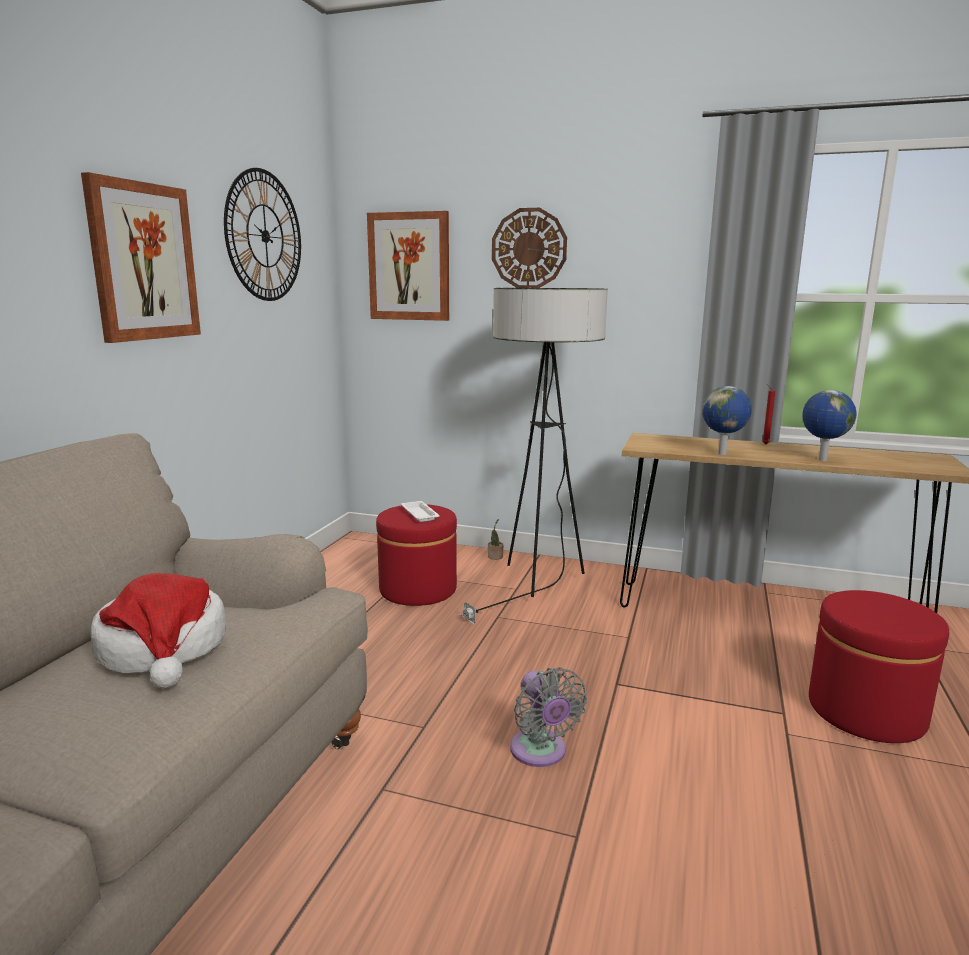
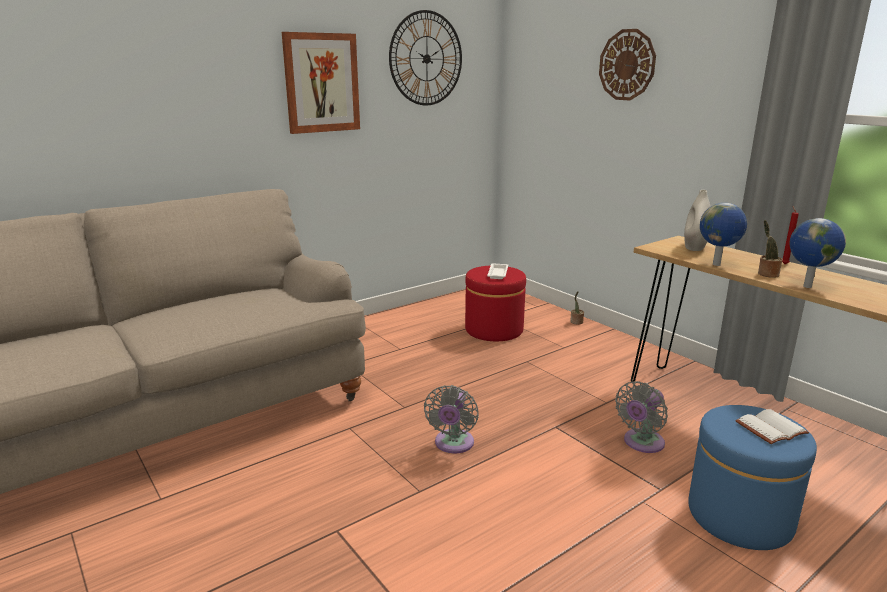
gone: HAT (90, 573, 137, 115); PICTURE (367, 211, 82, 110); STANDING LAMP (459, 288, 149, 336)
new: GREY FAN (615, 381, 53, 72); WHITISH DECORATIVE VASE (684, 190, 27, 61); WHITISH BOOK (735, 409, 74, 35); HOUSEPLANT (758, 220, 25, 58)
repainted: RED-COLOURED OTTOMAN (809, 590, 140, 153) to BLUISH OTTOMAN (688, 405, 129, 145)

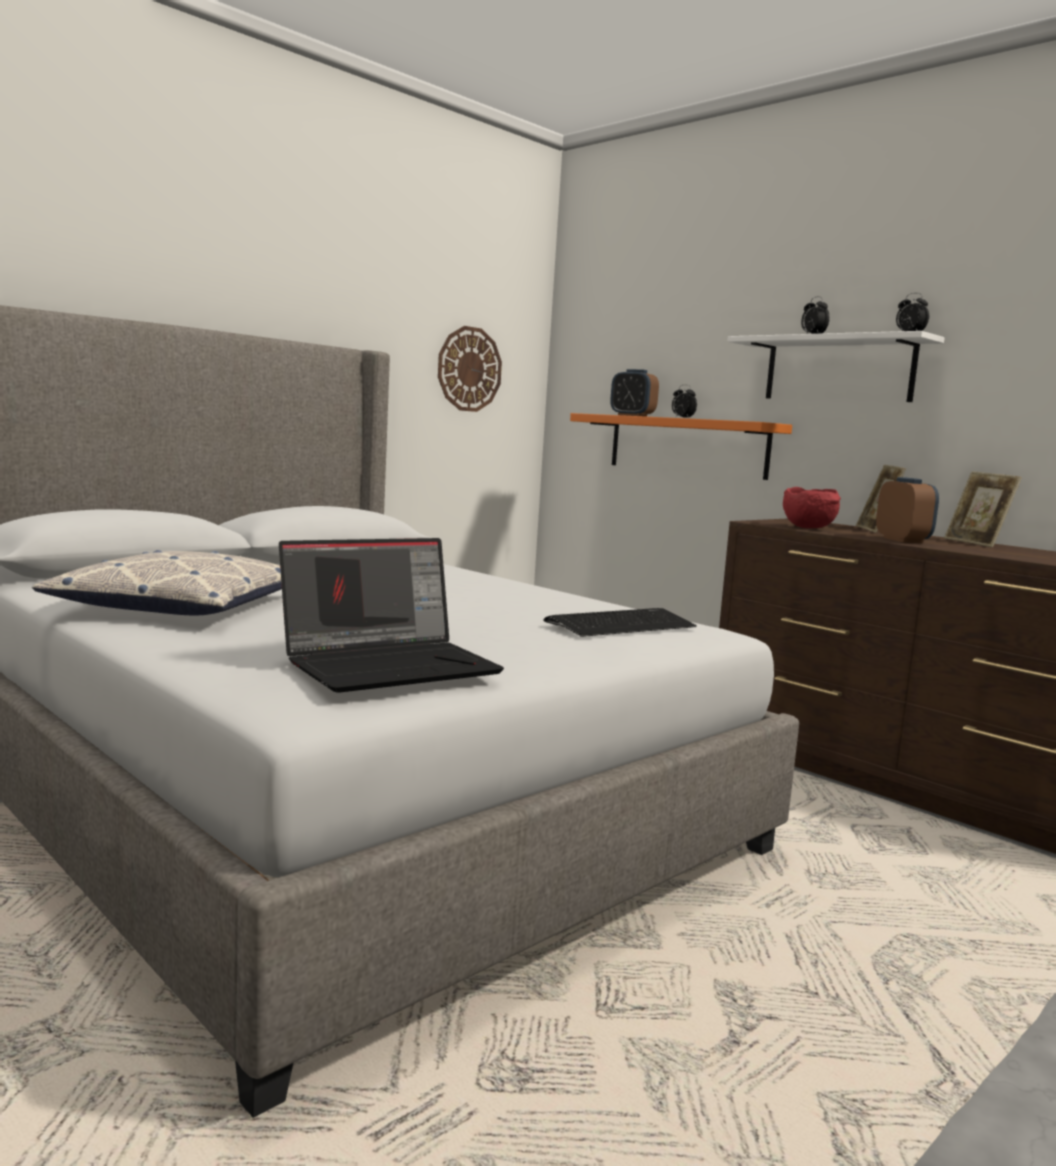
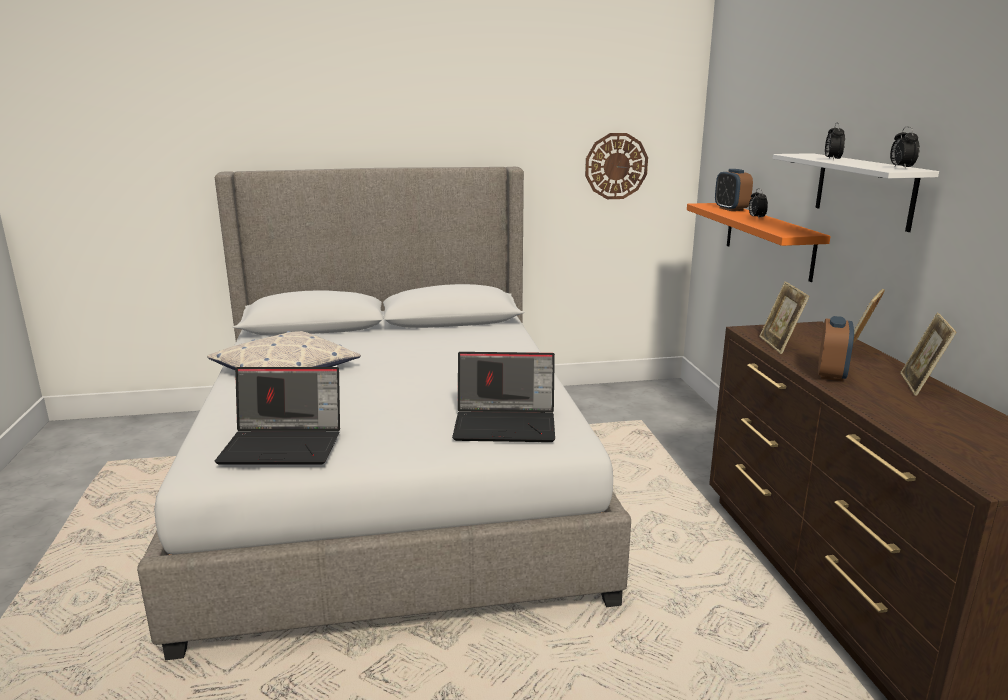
swapped: PC KEYBOARD (543, 608, 154, 29) to PORTABLE COMPUTER (452, 352, 103, 90); RED-COLOURED DEEP DISH (783, 487, 58, 41) to PHOTO FRAME (759, 281, 51, 73)

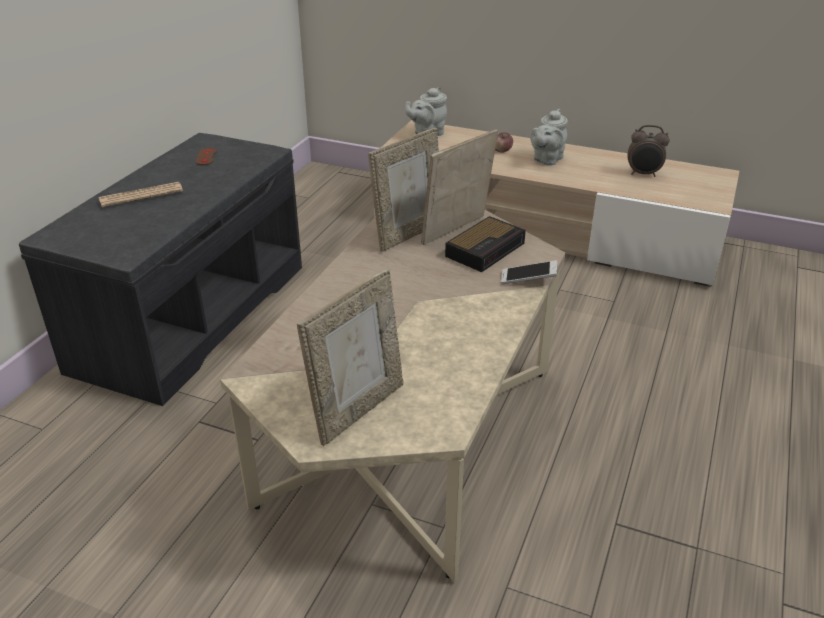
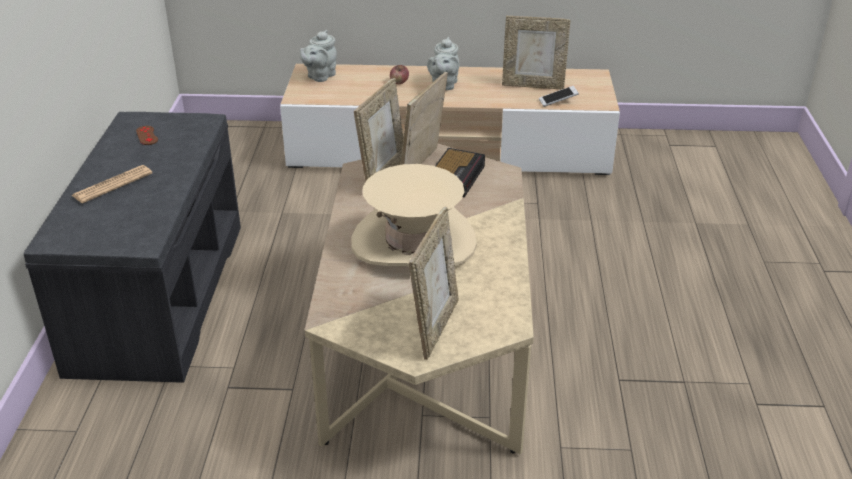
new: BEIGE HAT (351, 164, 126, 102)
shifted: PHONE (501, 260, 57, 24) to (539, 86, 40, 21)
swapped: ALARM CLOCK (627, 125, 43, 52) to PHOTO FRAME (502, 16, 69, 74)

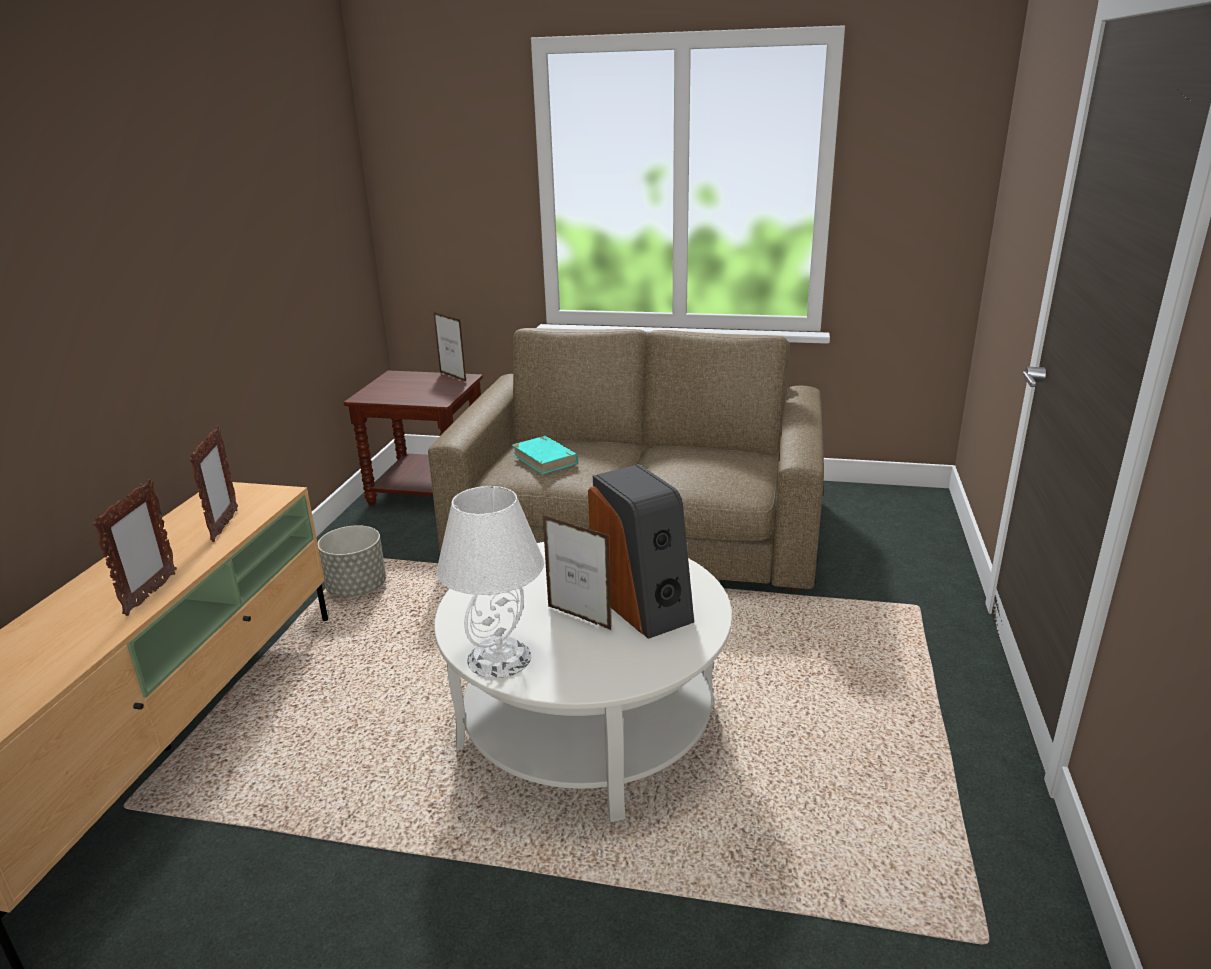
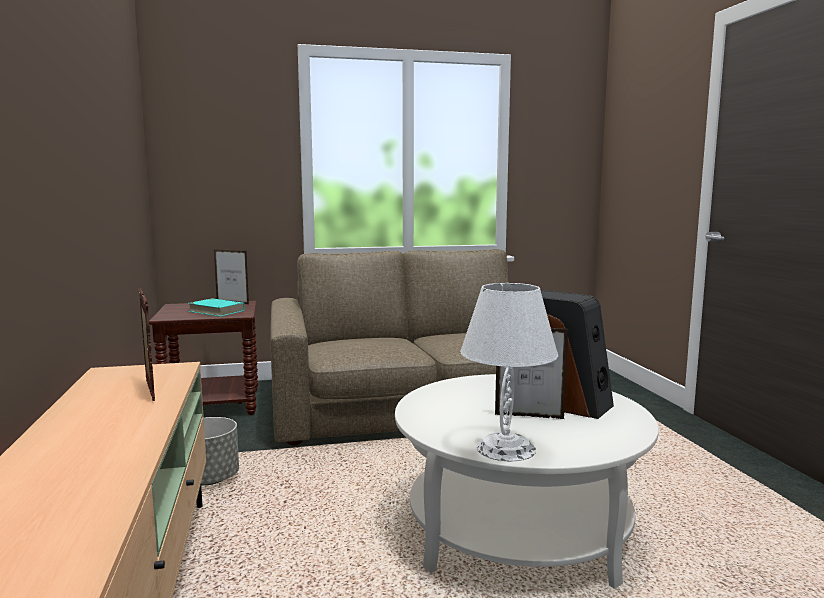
gone: PHOTO FRAME (93, 479, 84, 137)
shifted: TURQUOISE BOOK (512, 436, 66, 38) to (188, 298, 57, 19)

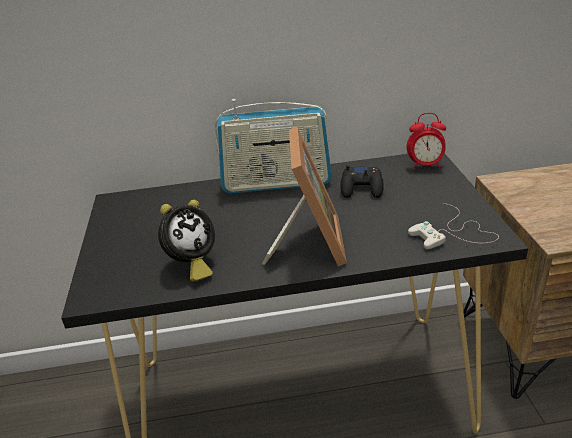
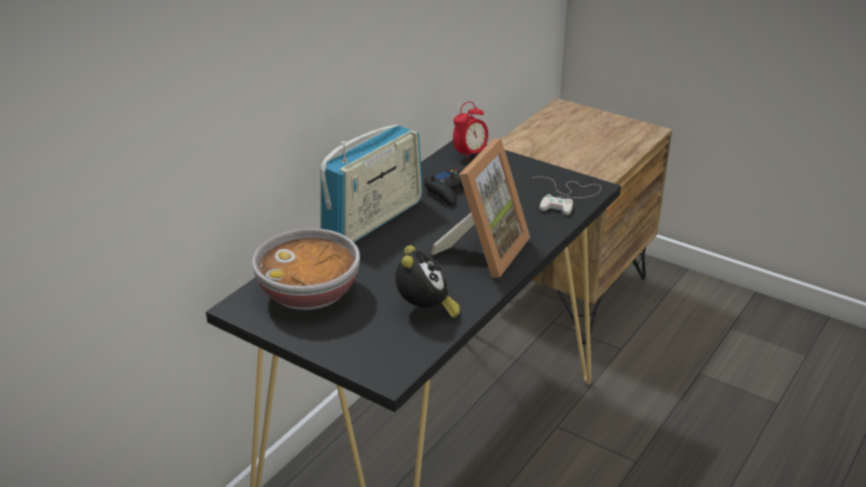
new: DEEP DISH (252, 228, 108, 82)
rotated: PHOTO FRAME (262, 126, 85, 140) = (431, 138, 99, 140) 75 degrees clockwise

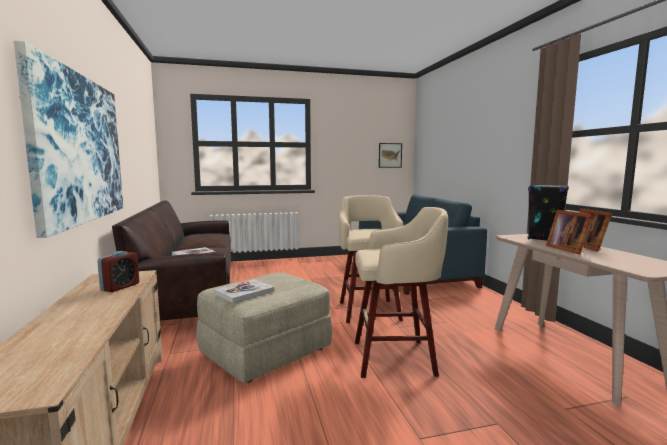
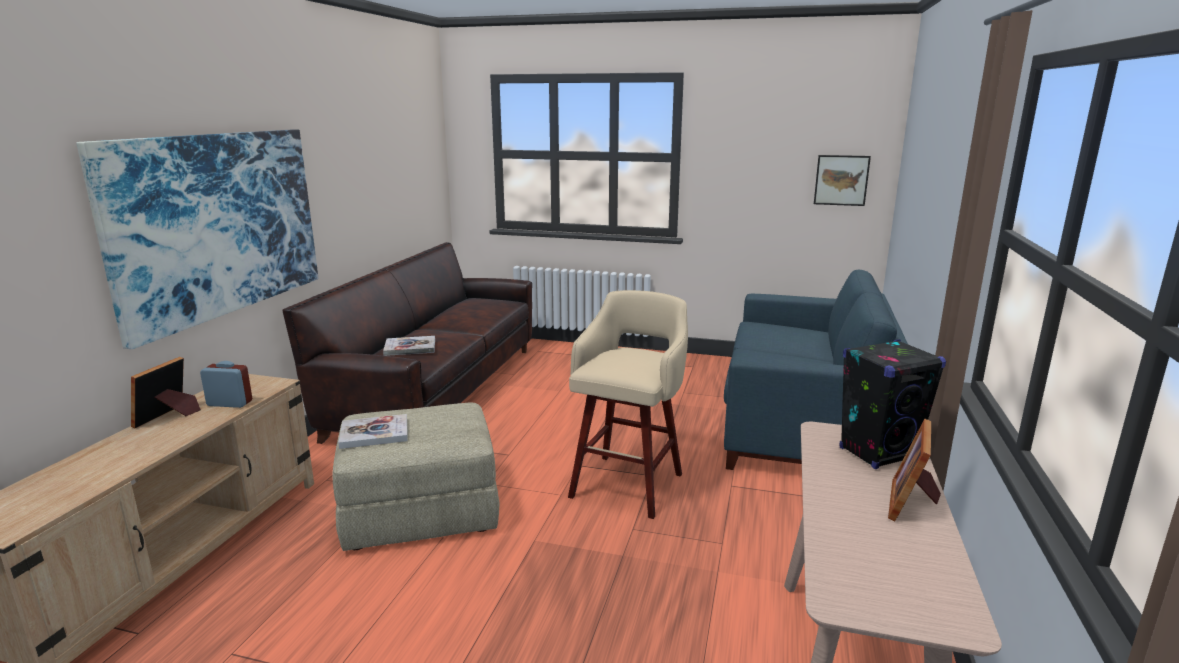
gone: BEIGE SITTING STOOL (355, 207, 93, 171)
shifted: PHOTO FRAME (546, 210, 47, 45) to (131, 357, 70, 71)
rotated: ALARM CLOCK (97, 251, 42, 41) = (200, 361, 52, 47) 135 degrees counterclockwise

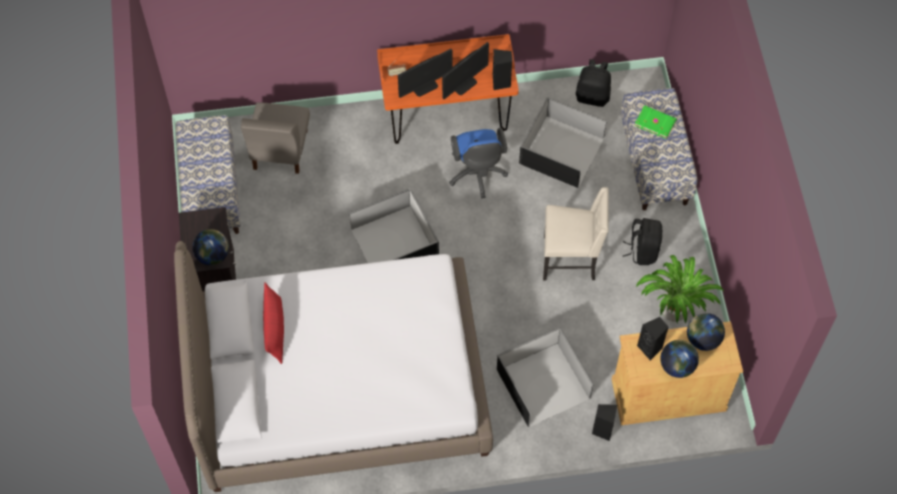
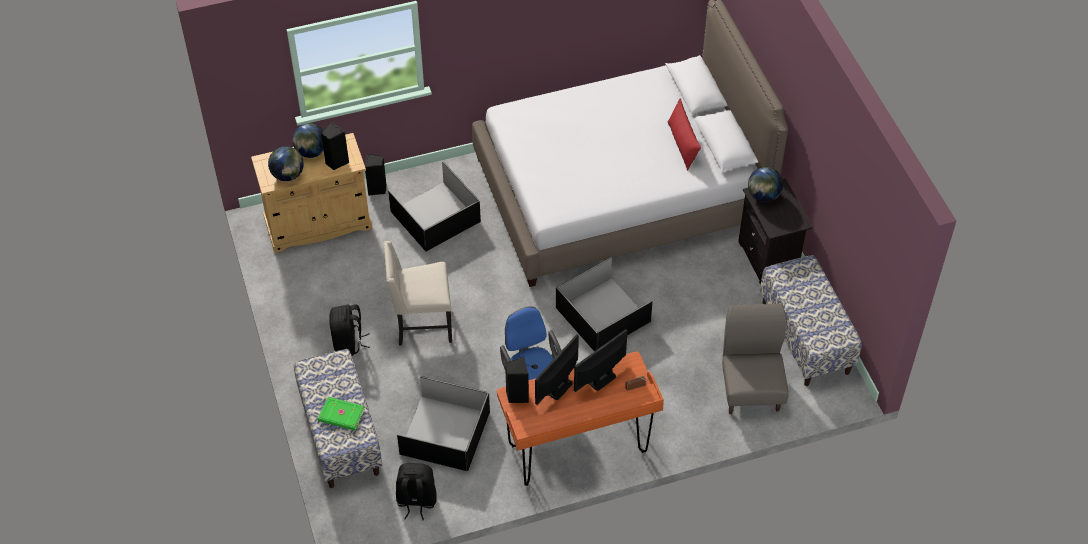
gone: HOUSEPLANT (636, 255, 88, 69)

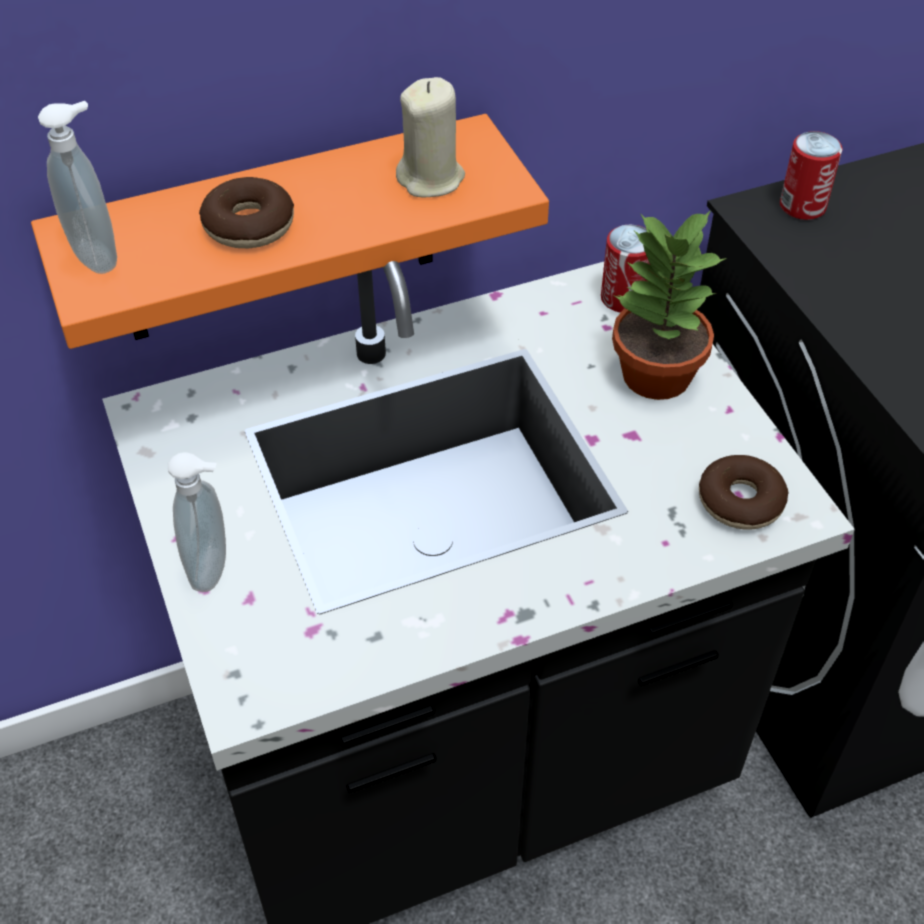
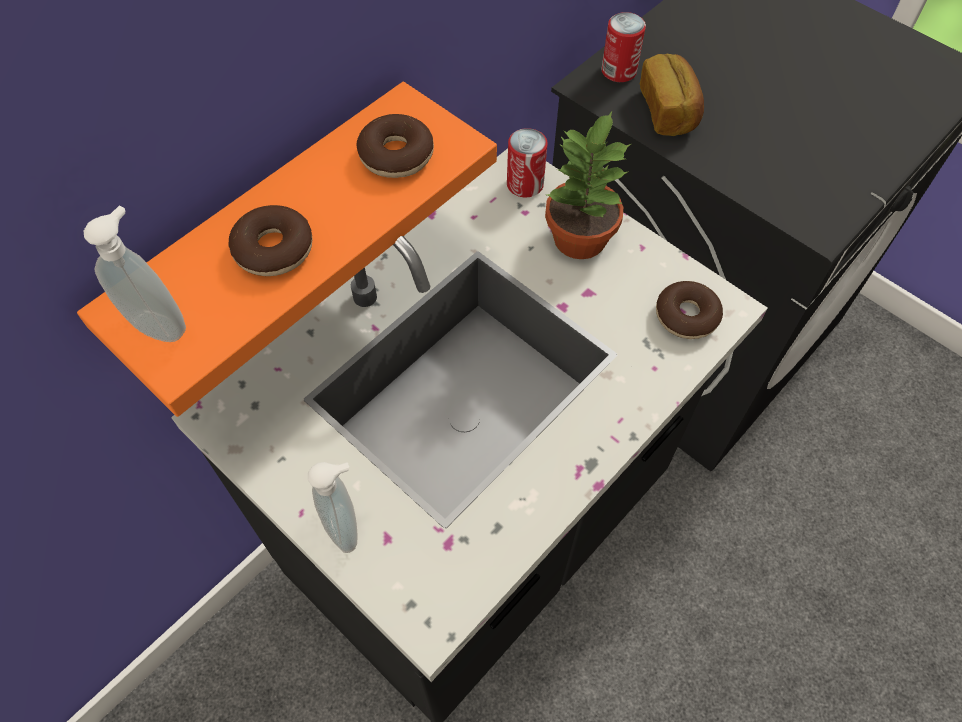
new: BAKERY BREAD (640, 54, 64, 82)
swapped: BEIGE WAX CANDLE (396, 77, 69, 120) to DONUT (356, 114, 78, 64)

